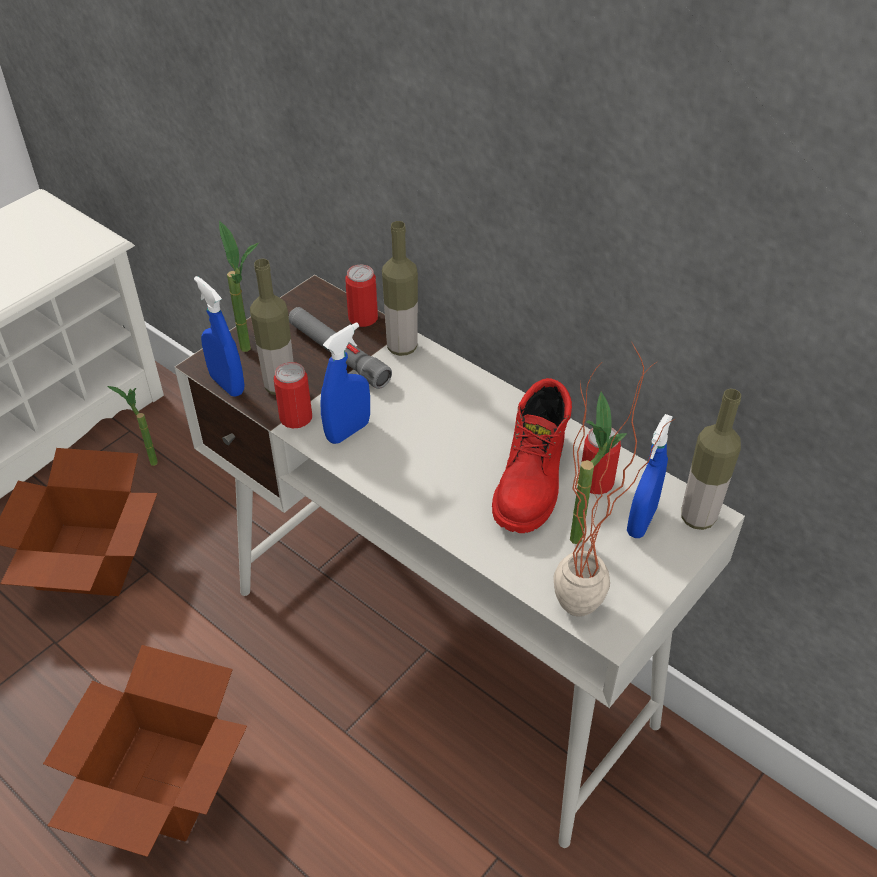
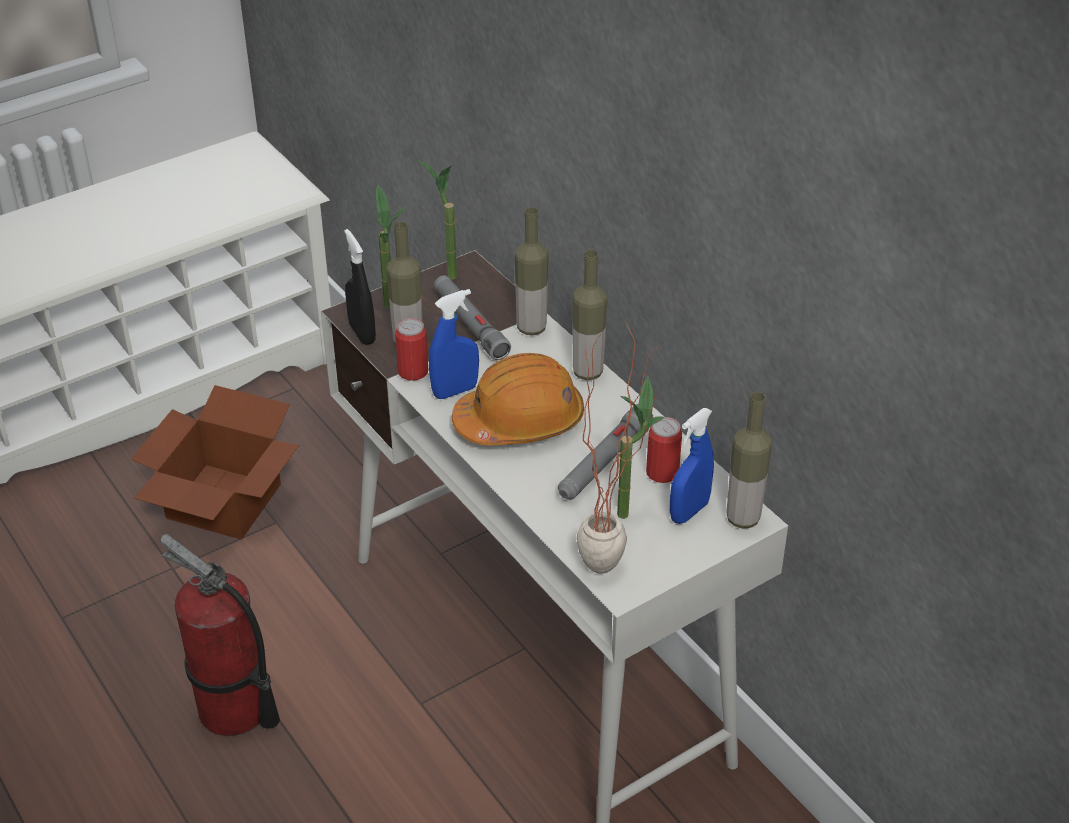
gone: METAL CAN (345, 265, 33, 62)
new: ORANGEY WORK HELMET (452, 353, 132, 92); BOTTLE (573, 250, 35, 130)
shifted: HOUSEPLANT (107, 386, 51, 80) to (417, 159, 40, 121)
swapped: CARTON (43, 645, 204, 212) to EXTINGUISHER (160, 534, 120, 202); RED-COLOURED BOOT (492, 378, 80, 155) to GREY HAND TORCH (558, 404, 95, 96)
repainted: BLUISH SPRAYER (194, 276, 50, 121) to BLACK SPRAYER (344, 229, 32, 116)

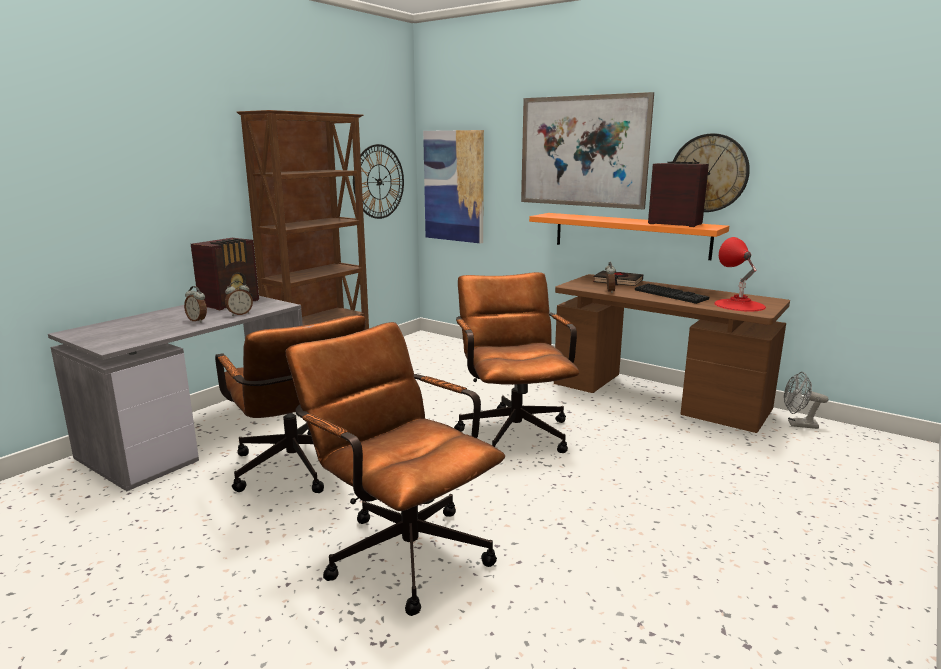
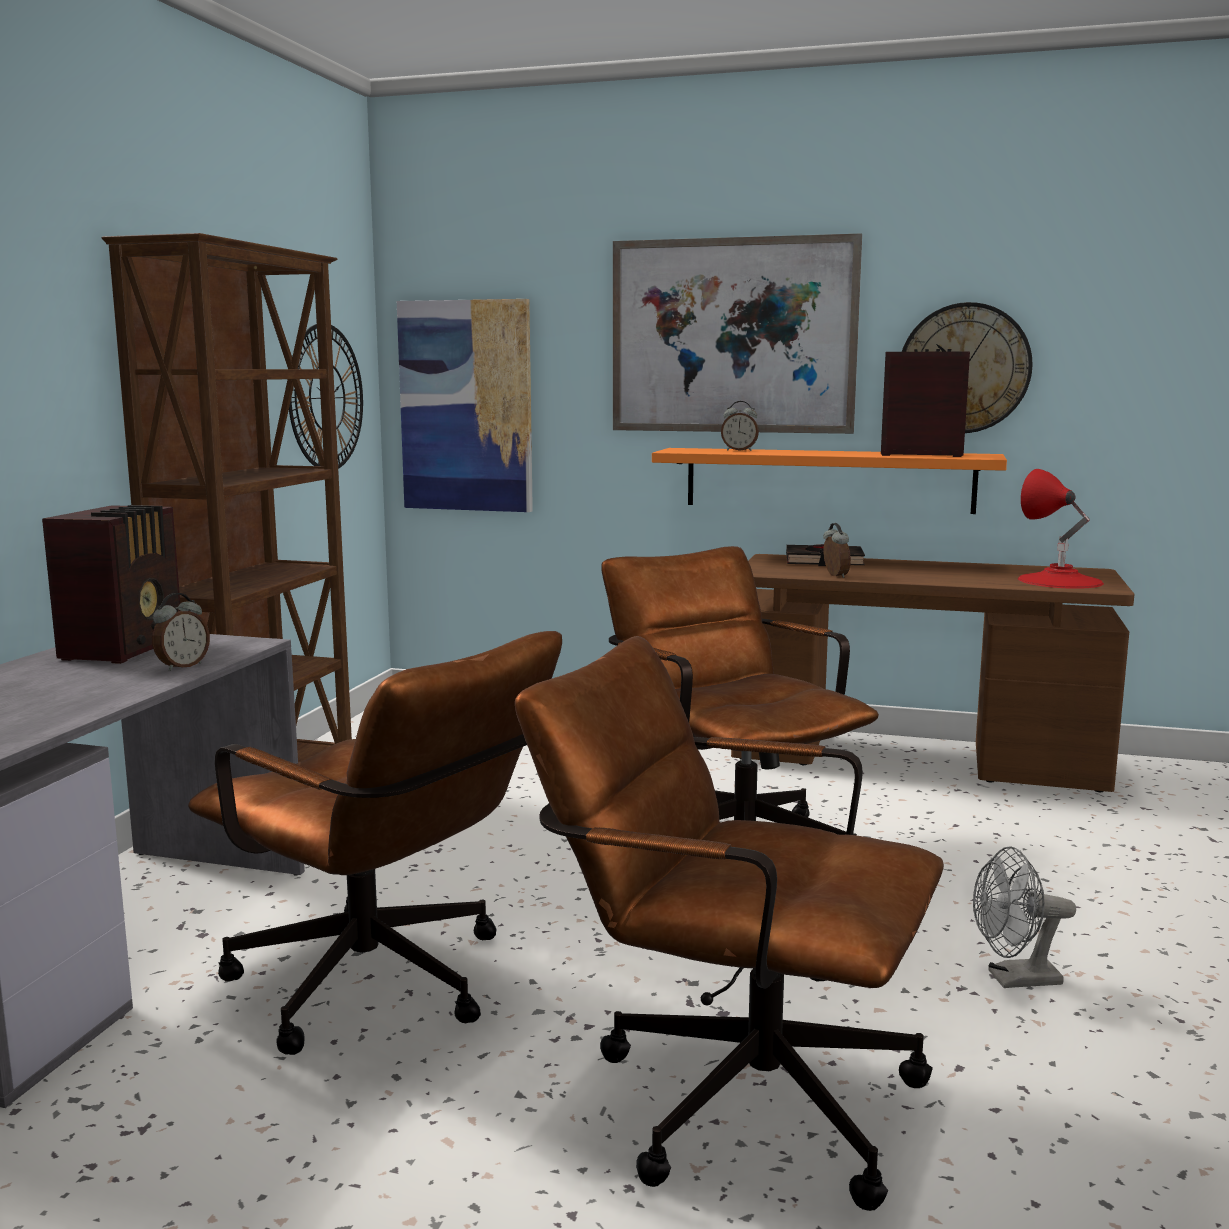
gone: PC KEYBOARD (635, 284, 74, 20)
shifted: ALARM CLOCK (184, 286, 23, 36) to (721, 401, 38, 50); GREY FAN (784, 372, 44, 57) to (973, 846, 103, 142)

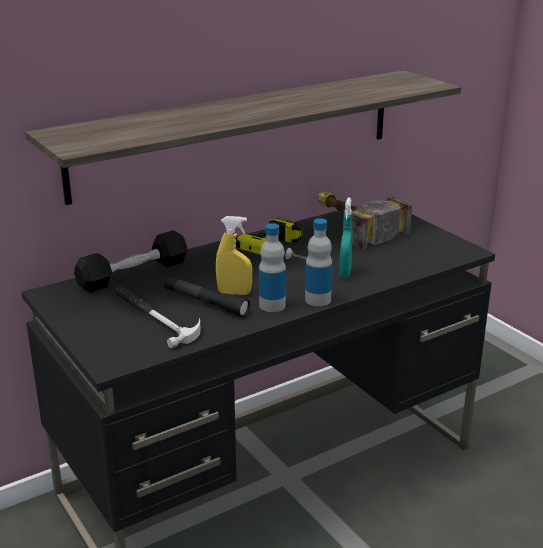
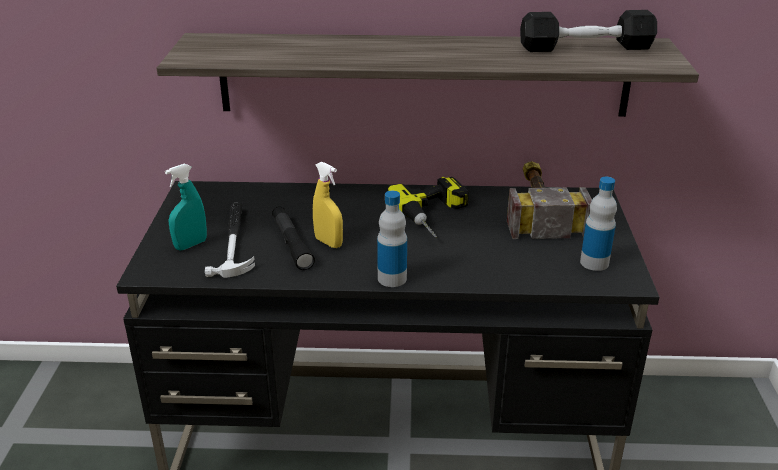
shifted: TURQUOISE SPRAYER (339, 198, 13, 80) to (165, 164, 42, 86); BLACK DUMBBELL (74, 230, 113, 62) to (520, 10, 137, 42); BOTTLE (259, 223, 27, 89) to (580, 177, 37, 94)

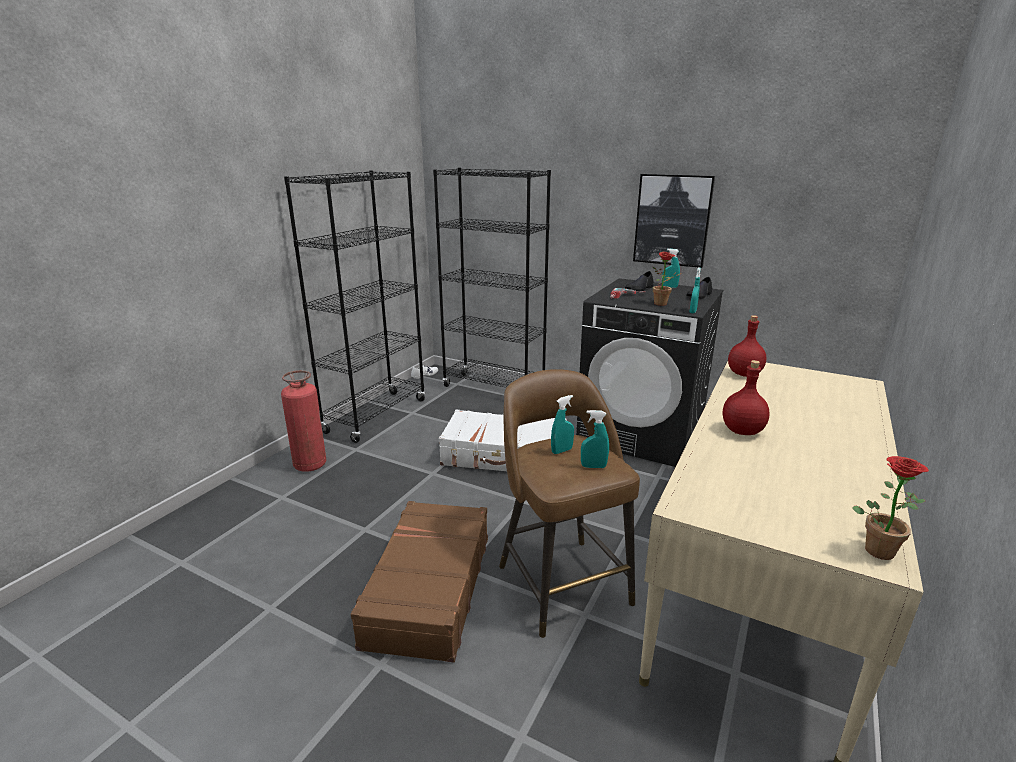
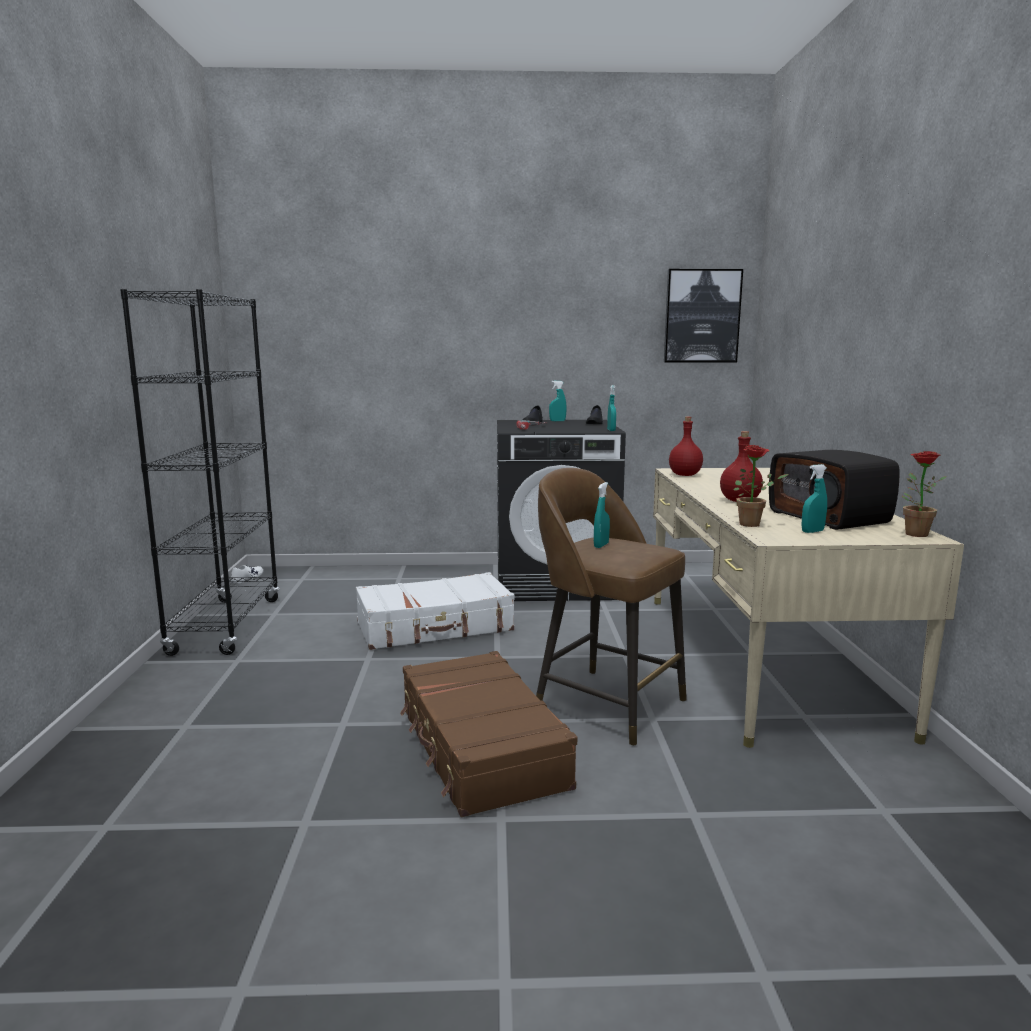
gone: EXTINGUISHER (281, 370, 45, 102); BLACK SHELVING UNIT (433, 168, 118, 220)
new: RADIO RECEIVER (769, 450, 131, 80)
shifted: PICTURE (633, 174, 82, 94) to (664, 269, 79, 93); HOUSEPLANT (653, 252, 29, 54) to (734, 445, 54, 82); TURQUOISE SPRAYER (581, 410, 28, 58) to (801, 464, 26, 69)

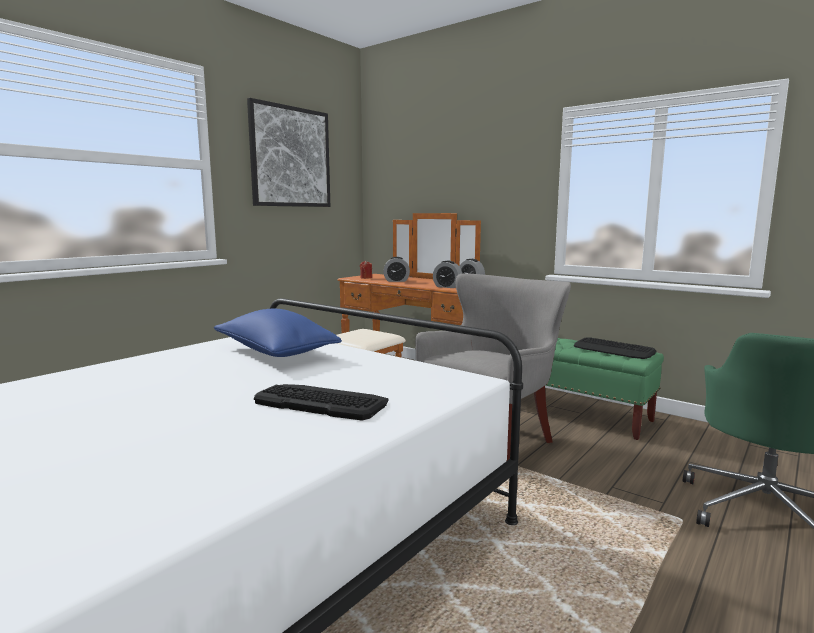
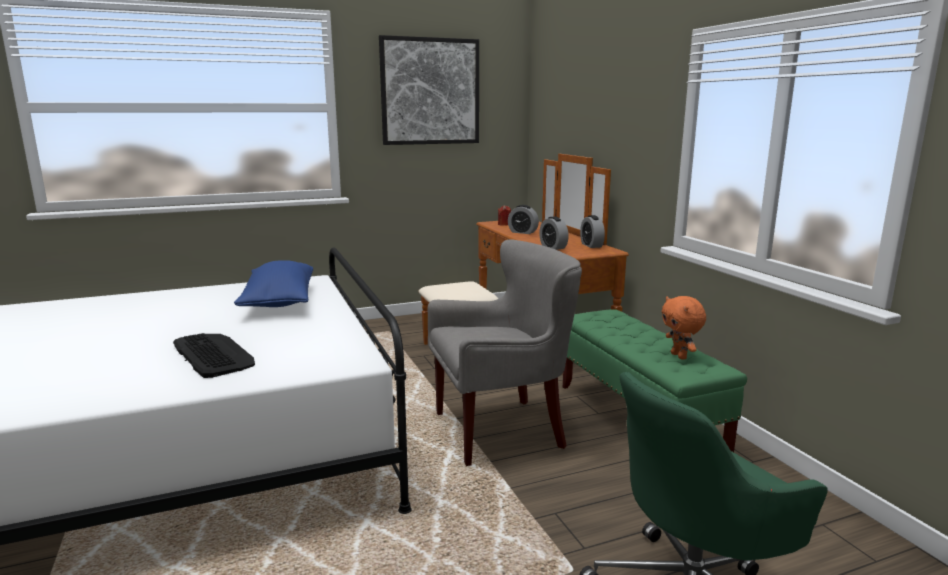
swapped: PC KEYBOARD (574, 337, 83, 22) to ORANGEY SOFT TOY (662, 296, 44, 64)

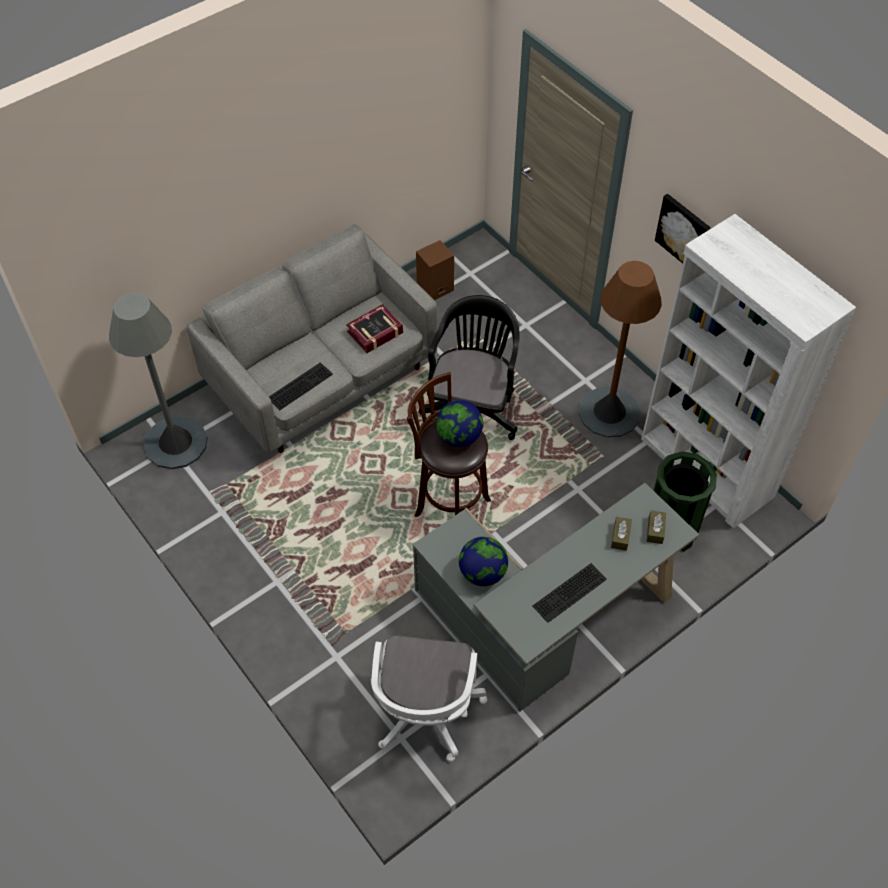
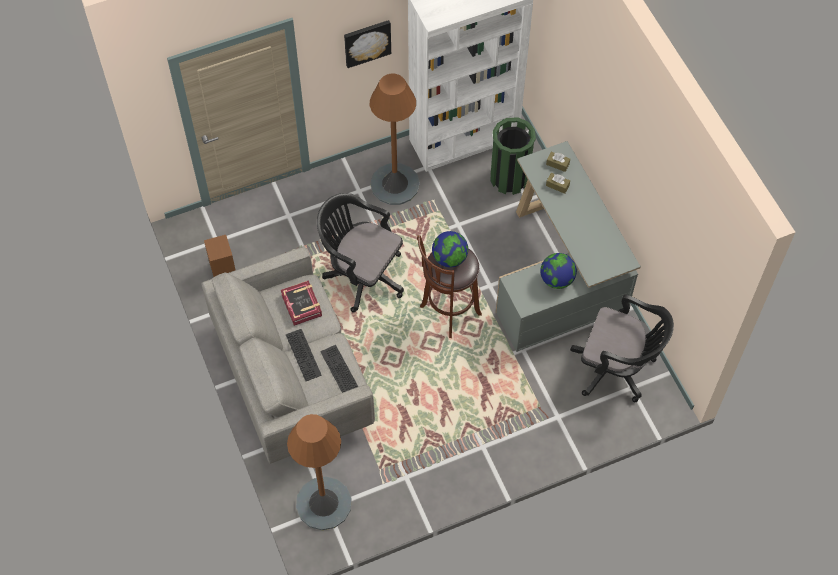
shifted: PC KEYBOARD (532, 563, 75, 60) to (286, 329, 36, 52)
repainted: GREY STANDING LAMP (109, 293, 99, 176) to BROWNISH STANDING LAMP (287, 414, 65, 116); WHITISH DESK CHAIR (370, 635, 118, 127) to BLACK DESK CHAIR (570, 295, 104, 107)

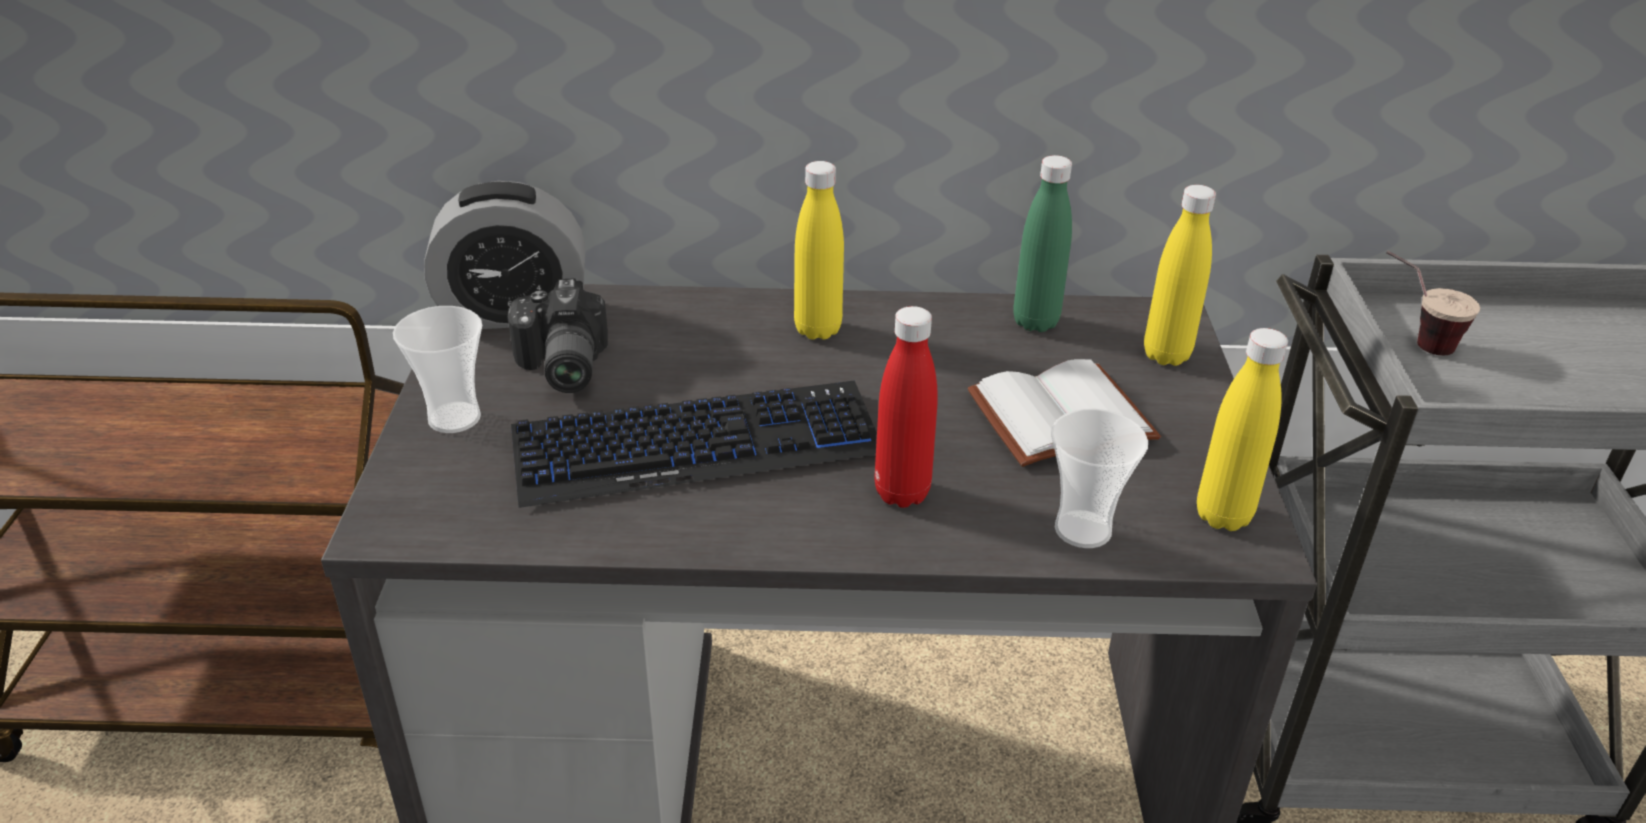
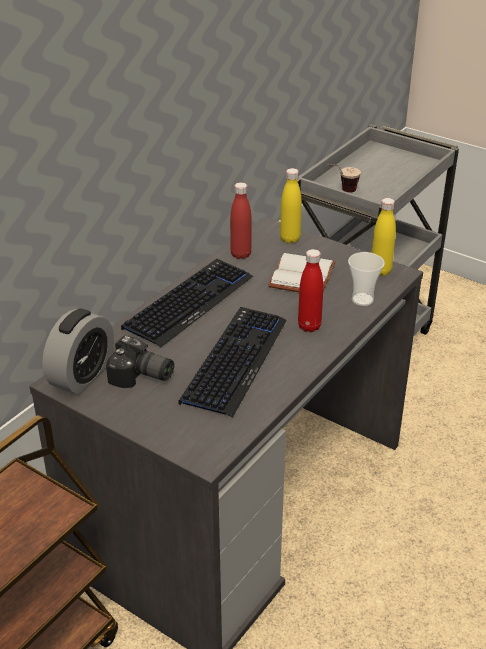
gone: DRINKING CUP (393, 306, 89, 127)
swapped: YELLOW BOTTLE (794, 161, 50, 179) to PC KEYBOARD (121, 259, 132, 89)
repainted: GREENISH BOTTLE (1013, 155, 59, 177) to RED-COLOURED BOTTLE (230, 182, 22, 77)

